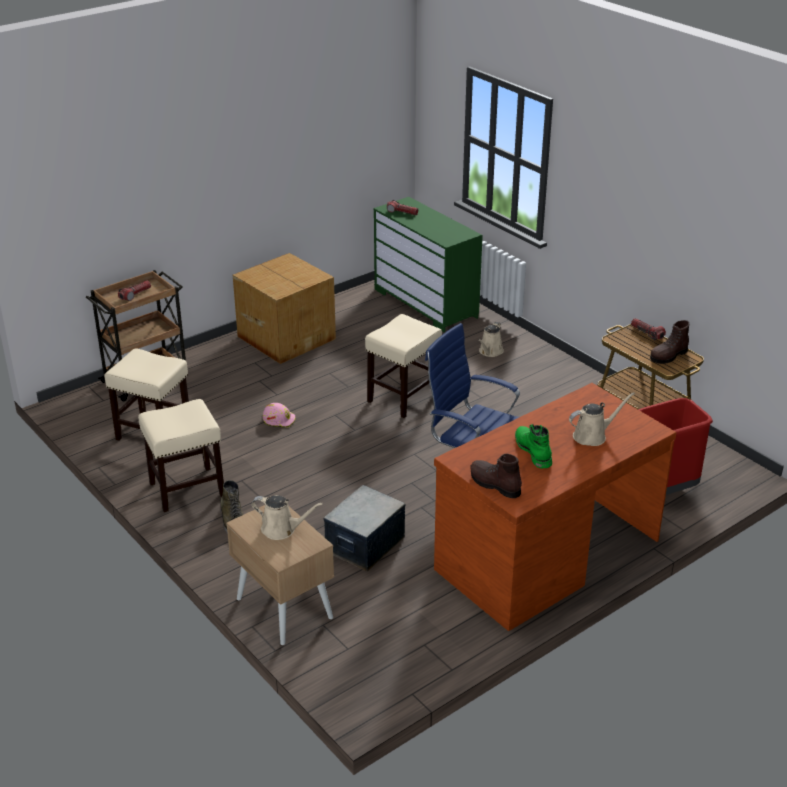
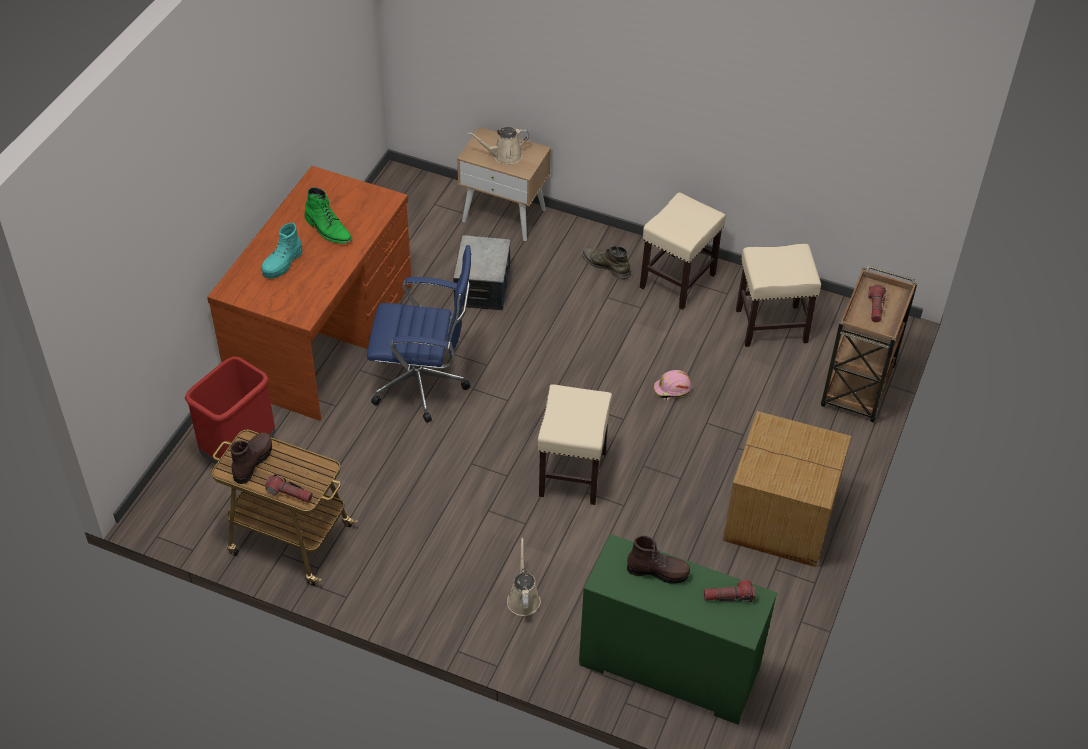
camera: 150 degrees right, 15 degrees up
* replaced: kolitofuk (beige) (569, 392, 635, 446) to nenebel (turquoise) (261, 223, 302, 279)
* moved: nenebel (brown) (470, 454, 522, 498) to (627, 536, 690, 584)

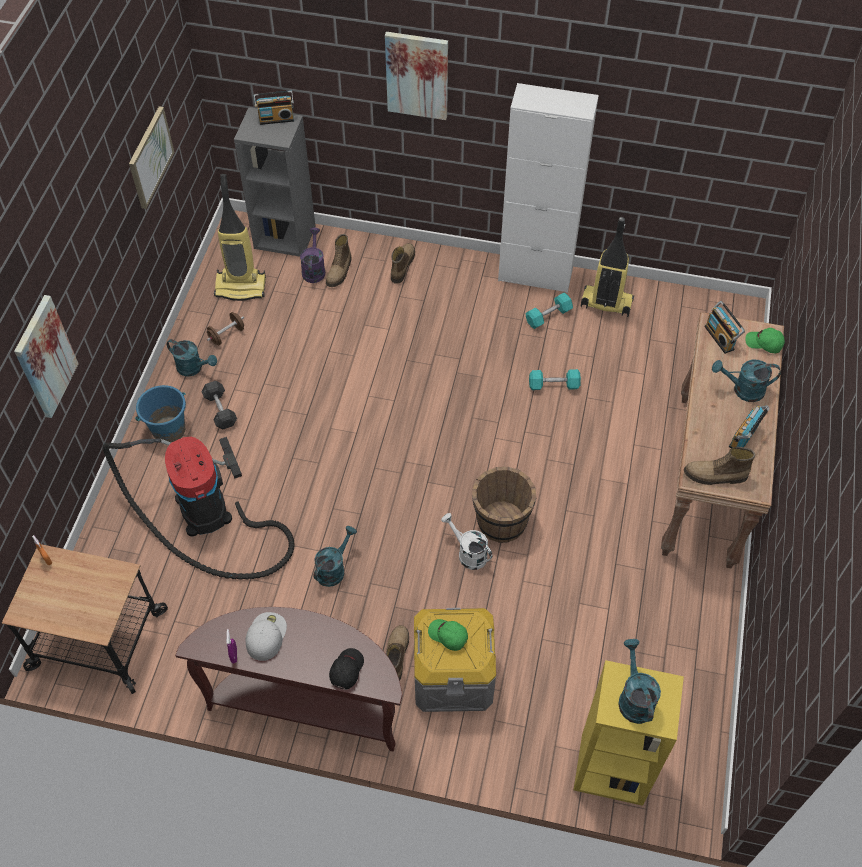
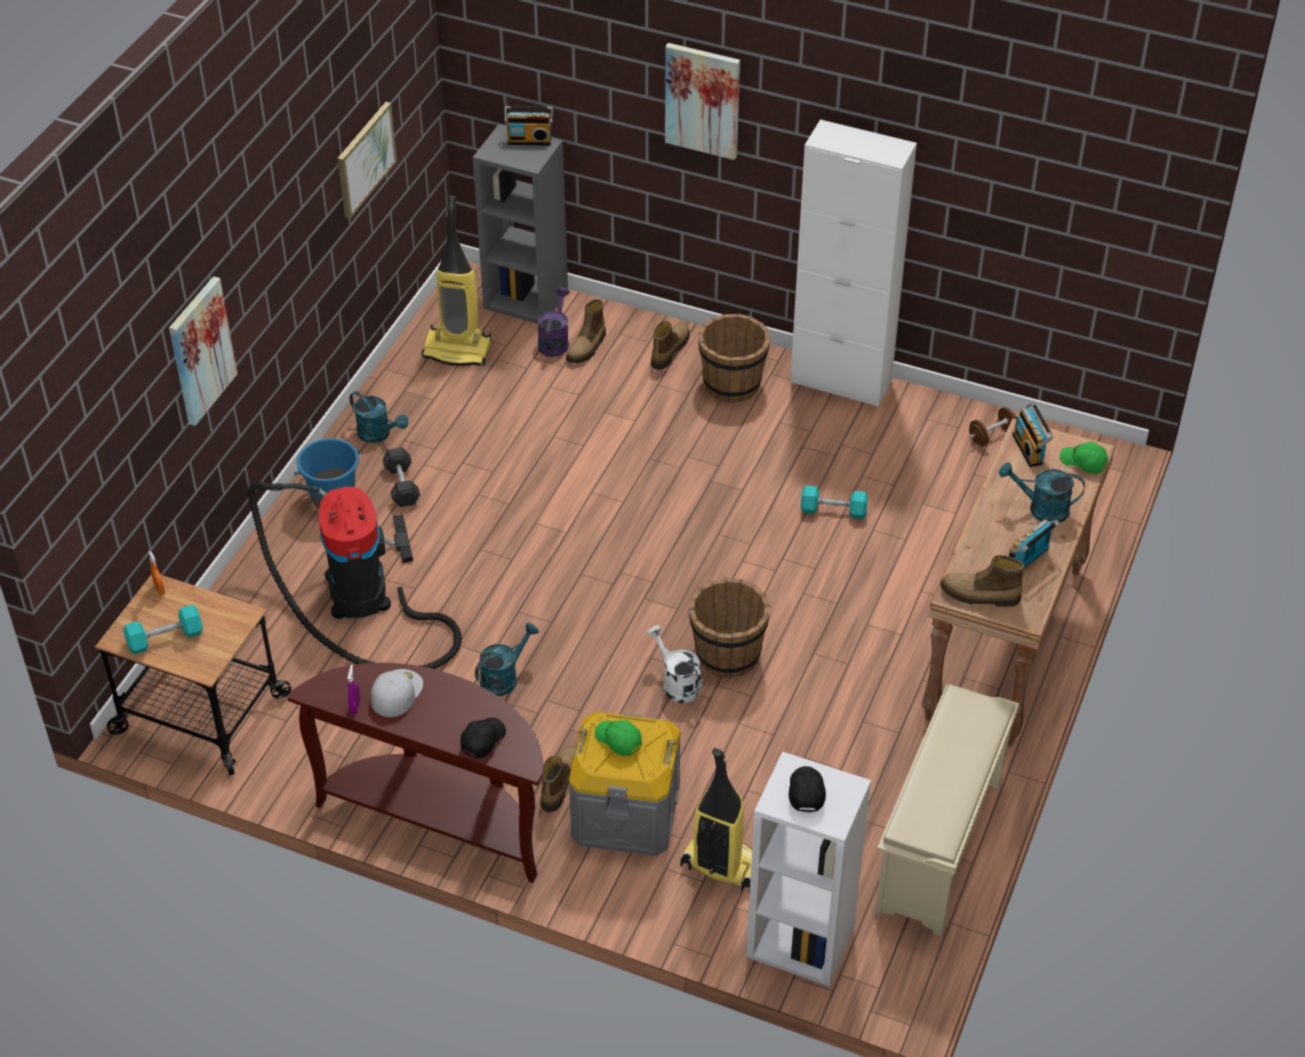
camera: 10 degrees right, 10 degrees down
* moved: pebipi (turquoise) (526, 292, 573, 329) to (123, 605, 203, 655)
* moved: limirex (581, 217, 634, 317) to (681, 748, 752, 894)
* added: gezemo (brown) (698, 314, 771, 402)
* recoloured: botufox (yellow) (574, 660, 684, 806) to botufox (white) (746, 752, 871, 986)
* replaced: kolitofuk (turquoise) (618, 639, 661, 724) to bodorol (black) (789, 766, 826, 813)
* added: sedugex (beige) (874, 684, 1019, 936)
* moved: pebipi (brown) (207, 312, 244, 345) to (969, 407, 1017, 446)

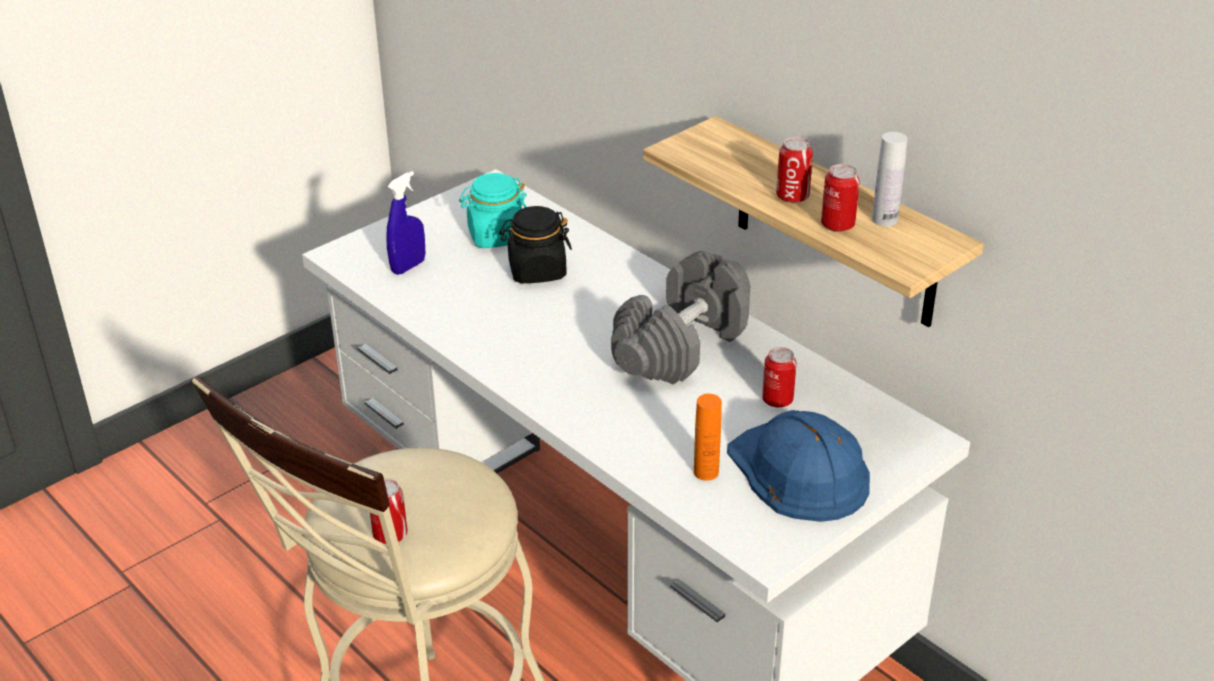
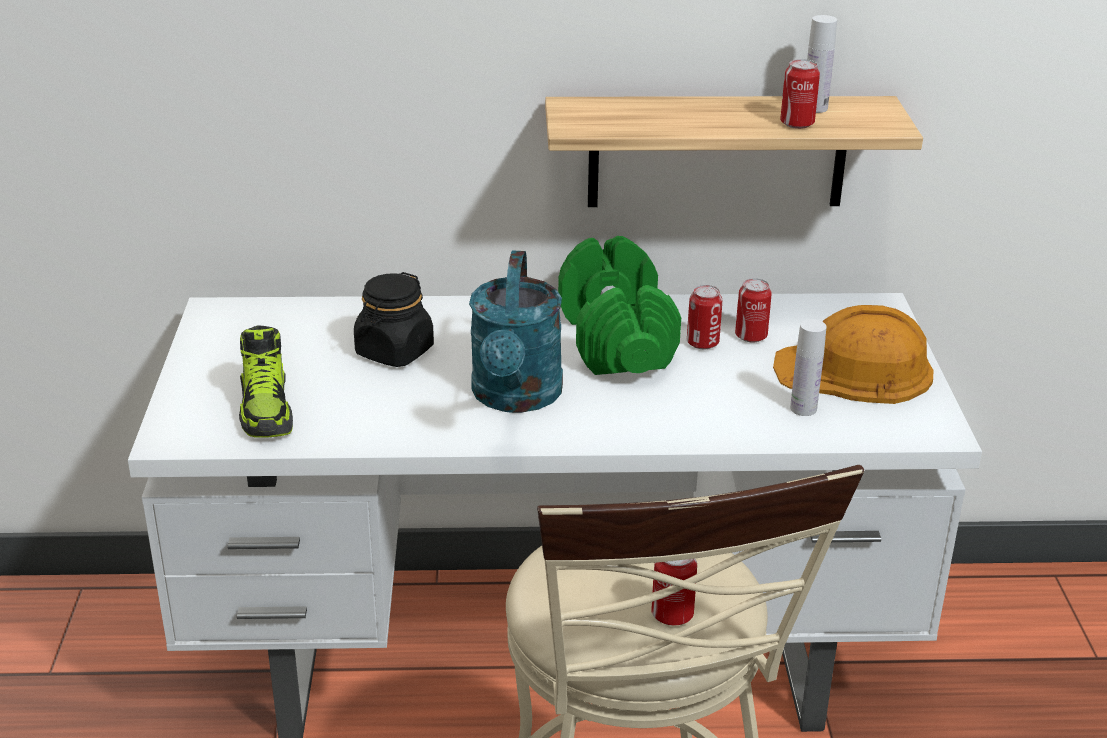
camera: 50 degrees left, 5 degrees down
* replaced: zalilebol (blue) (386, 171, 425, 275) to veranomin (239, 326, 293, 438)
* added: kolitofuk (turquoise) (469, 251, 563, 413)
* recoloured: pebipi (grey) (611, 251, 750, 385) to pebipi (green) (558, 236, 681, 375)
* moved: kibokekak (776, 137, 813, 203) to (687, 285, 722, 349)
* recoloured: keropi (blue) (727, 410, 870, 522) to keropi (orange) (773, 305, 933, 404)
* recoloured: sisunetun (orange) (694, 394, 722, 481) to sisunetun (white) (790, 319, 827, 416)
* removed: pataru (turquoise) (459, 173, 527, 248)

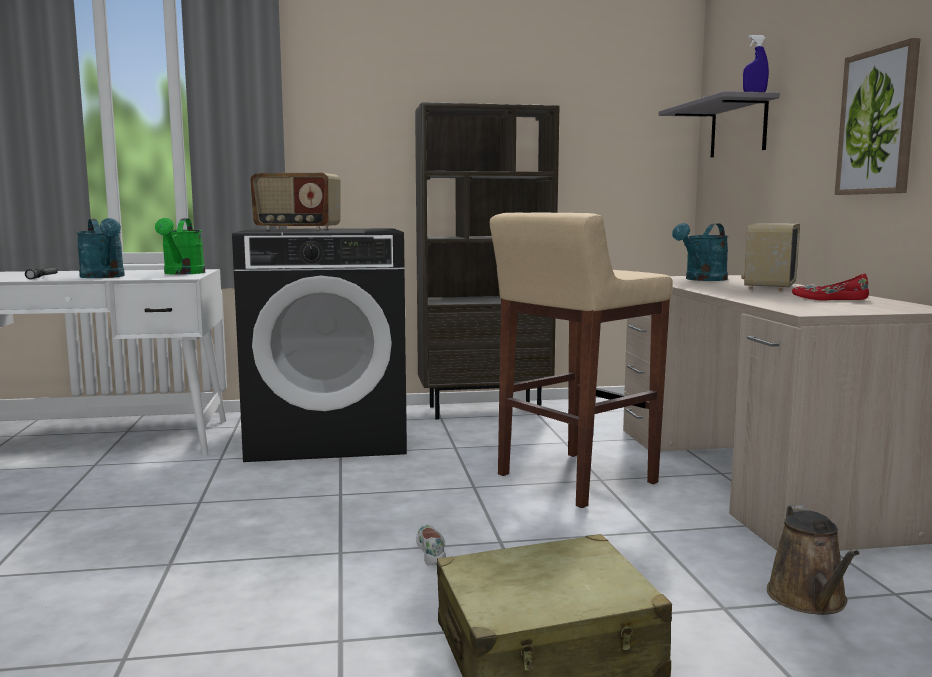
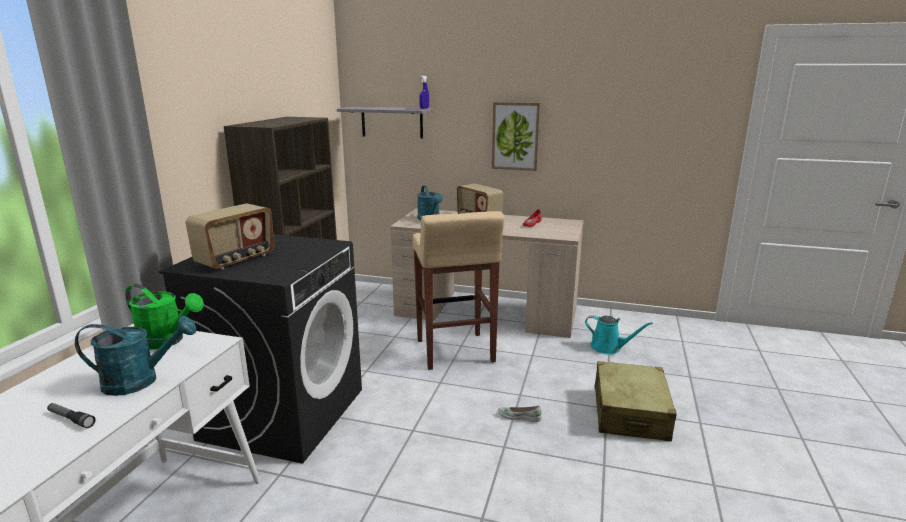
camera: 65 degrees left, 10 degrees up
* recoloured: kolitofuk (brown) (767, 505, 860, 615) to kolitofuk (turquoise) (585, 315, 653, 354)

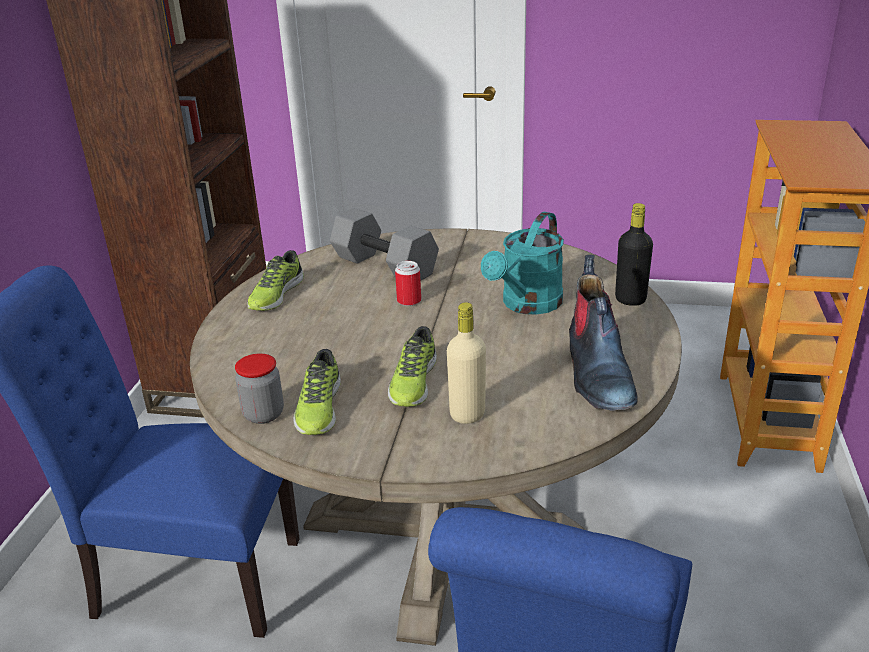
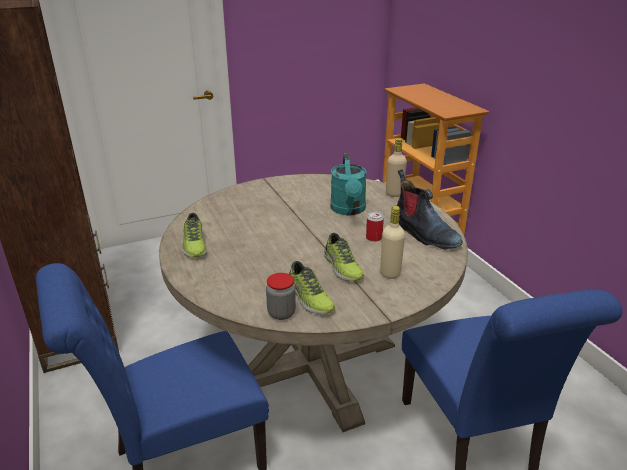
camera: 35 degrees left, 0 degrees up
* moved: kibokekak (395, 261, 421, 306) to (366, 211, 384, 242)
* recoloured: sisunetun (black) (615, 203, 653, 306) to sisunetun (beige) (386, 138, 407, 197)
* removed: pebipi (grey) (330, 208, 439, 281)

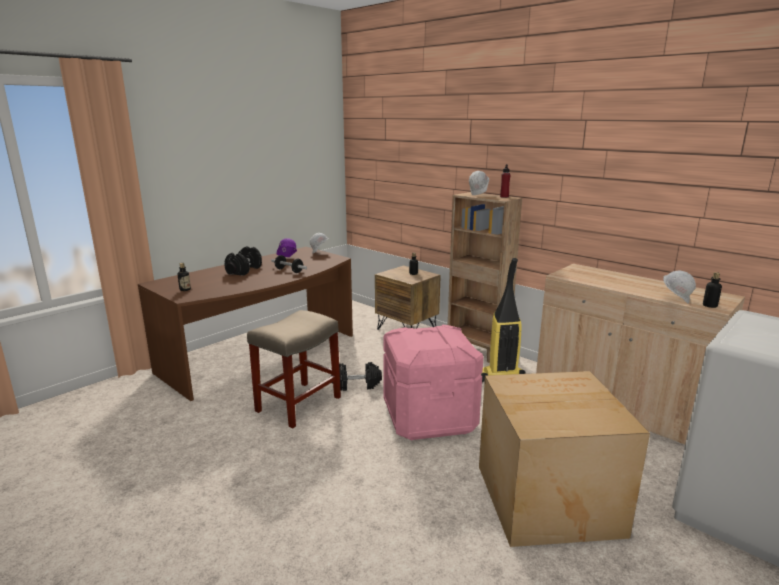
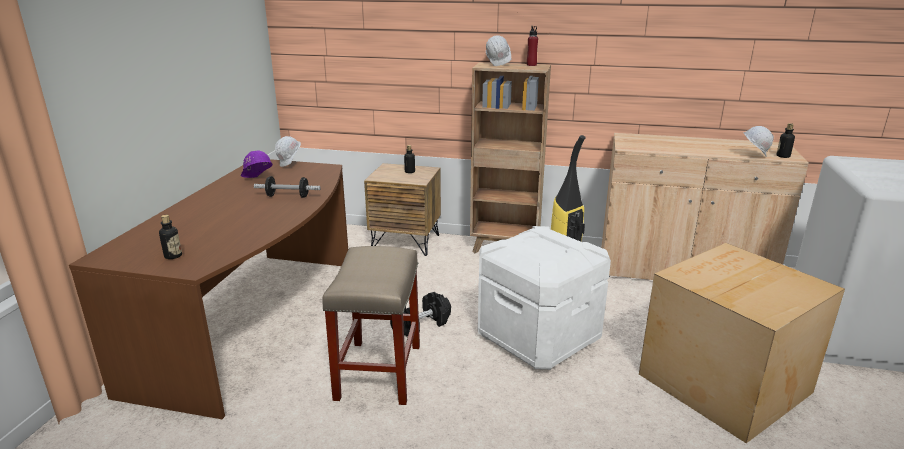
camera: 30 degrees left, 5 degrees up
* recoloured: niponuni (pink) (383, 325, 483, 440) to niponuni (white) (478, 226, 611, 370)
* removed: pebipi (black) (224, 246, 262, 276)

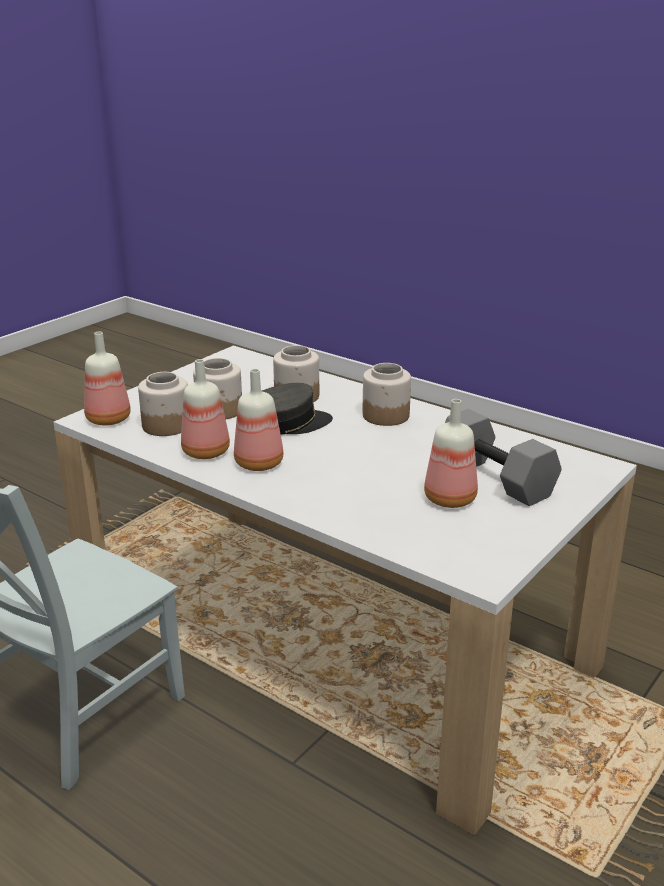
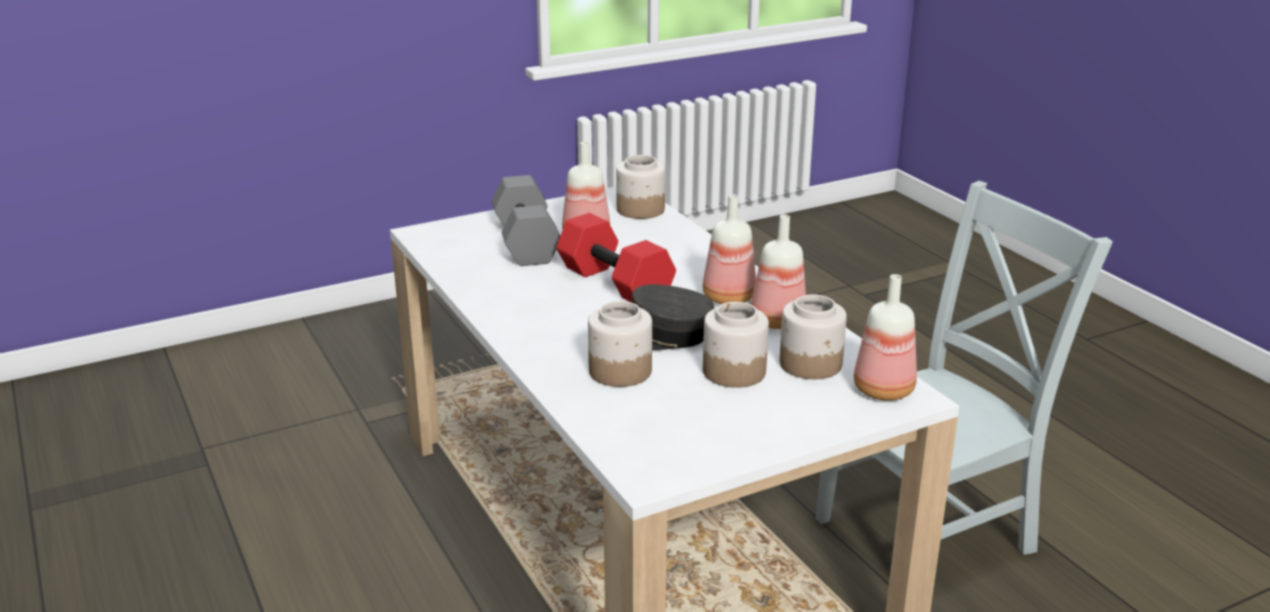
camera: 155 degrees left, 0 degrees up
* added: pebipi (red) (556, 213, 676, 303)
* moved: pataru (363, 363, 411, 426) to (616, 155, 665, 219)

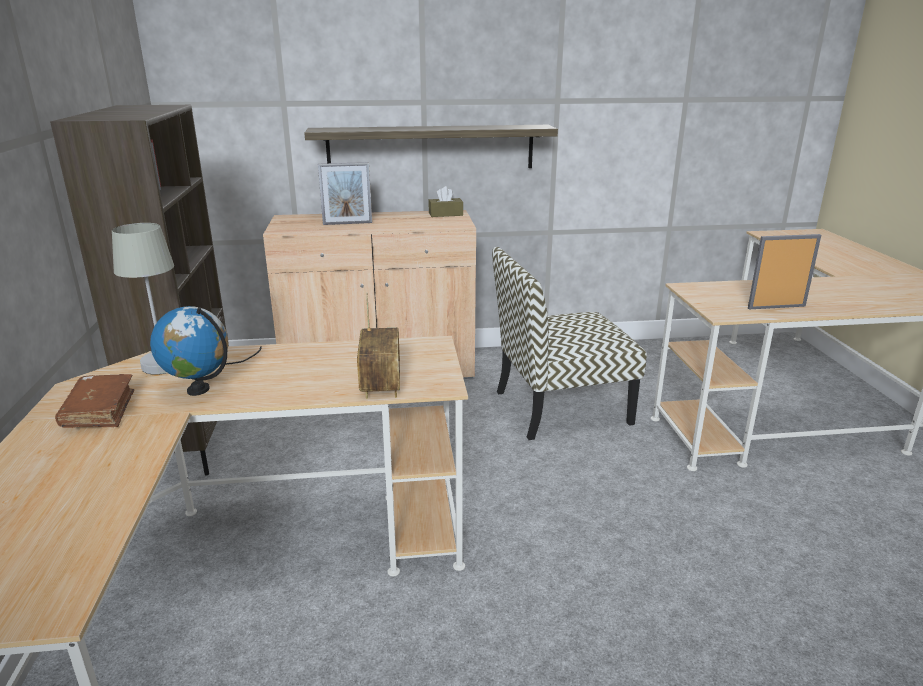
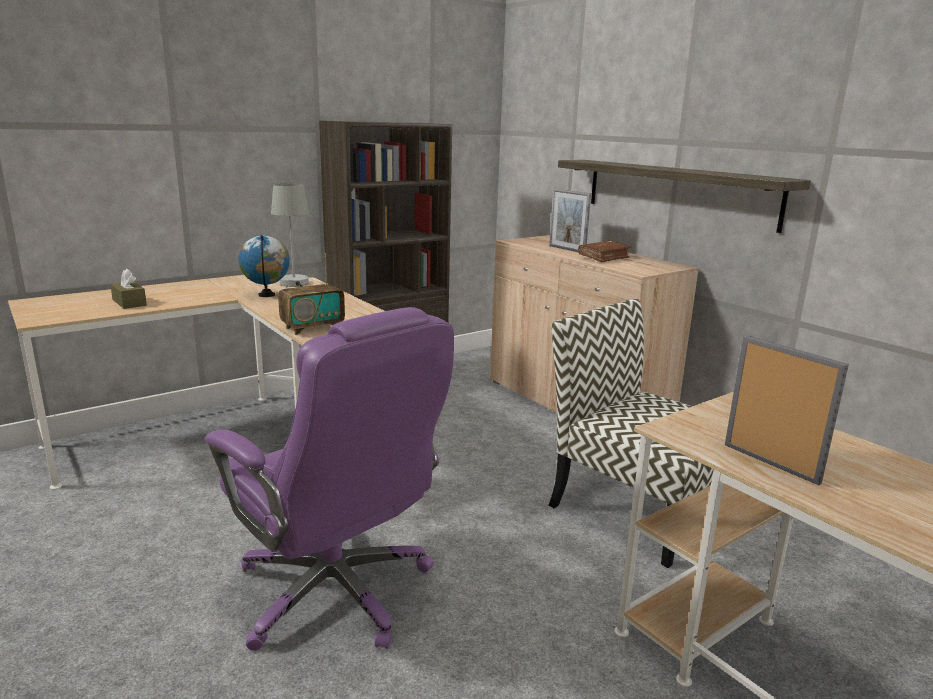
camera: 60 degrees right, 5 degrees down
* moved: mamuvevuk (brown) (428, 186, 463, 217) to (110, 269, 147, 309)
* added: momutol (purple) (205, 307, 454, 651)
* moved: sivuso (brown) (55, 374, 134, 428) to (578, 241, 631, 262)

